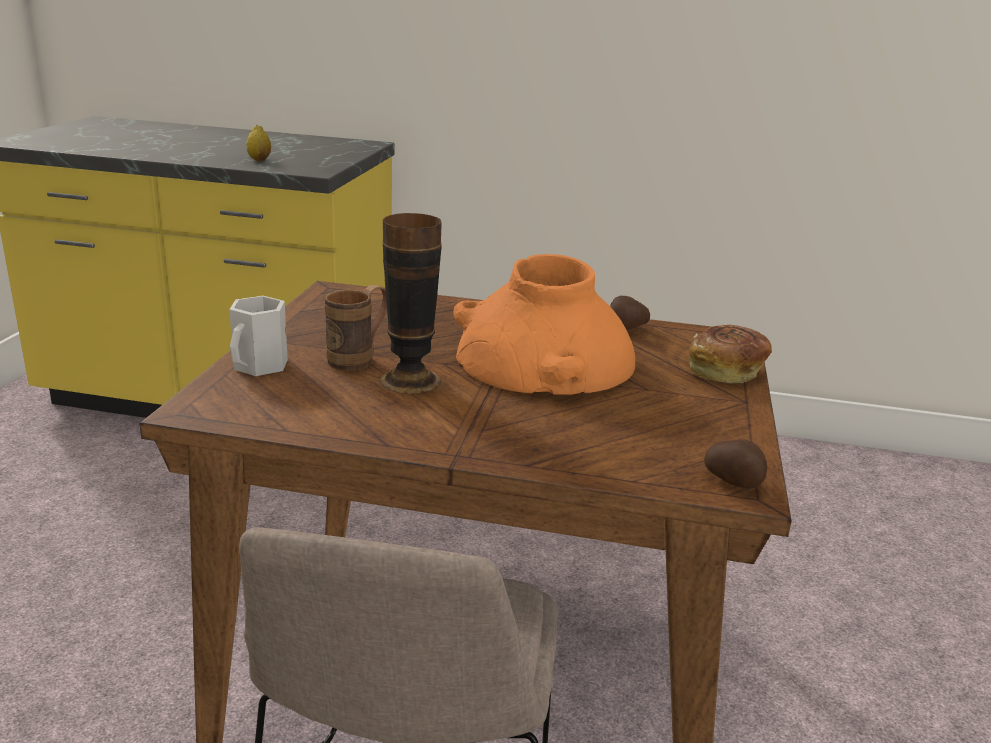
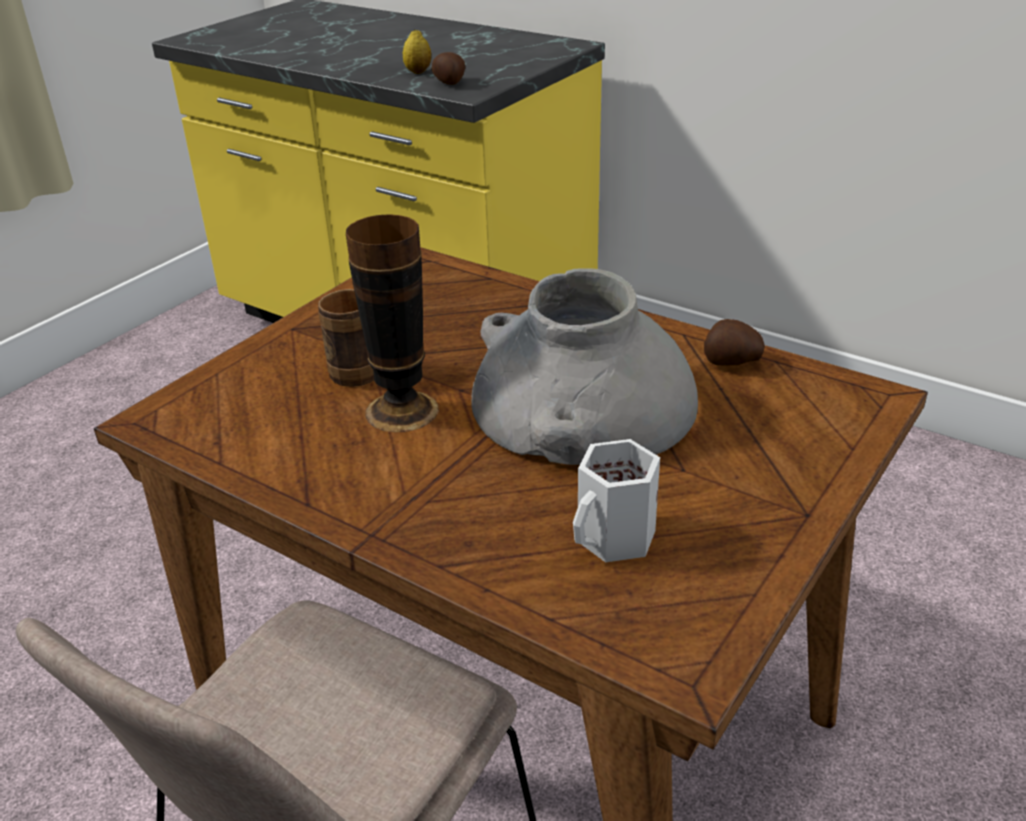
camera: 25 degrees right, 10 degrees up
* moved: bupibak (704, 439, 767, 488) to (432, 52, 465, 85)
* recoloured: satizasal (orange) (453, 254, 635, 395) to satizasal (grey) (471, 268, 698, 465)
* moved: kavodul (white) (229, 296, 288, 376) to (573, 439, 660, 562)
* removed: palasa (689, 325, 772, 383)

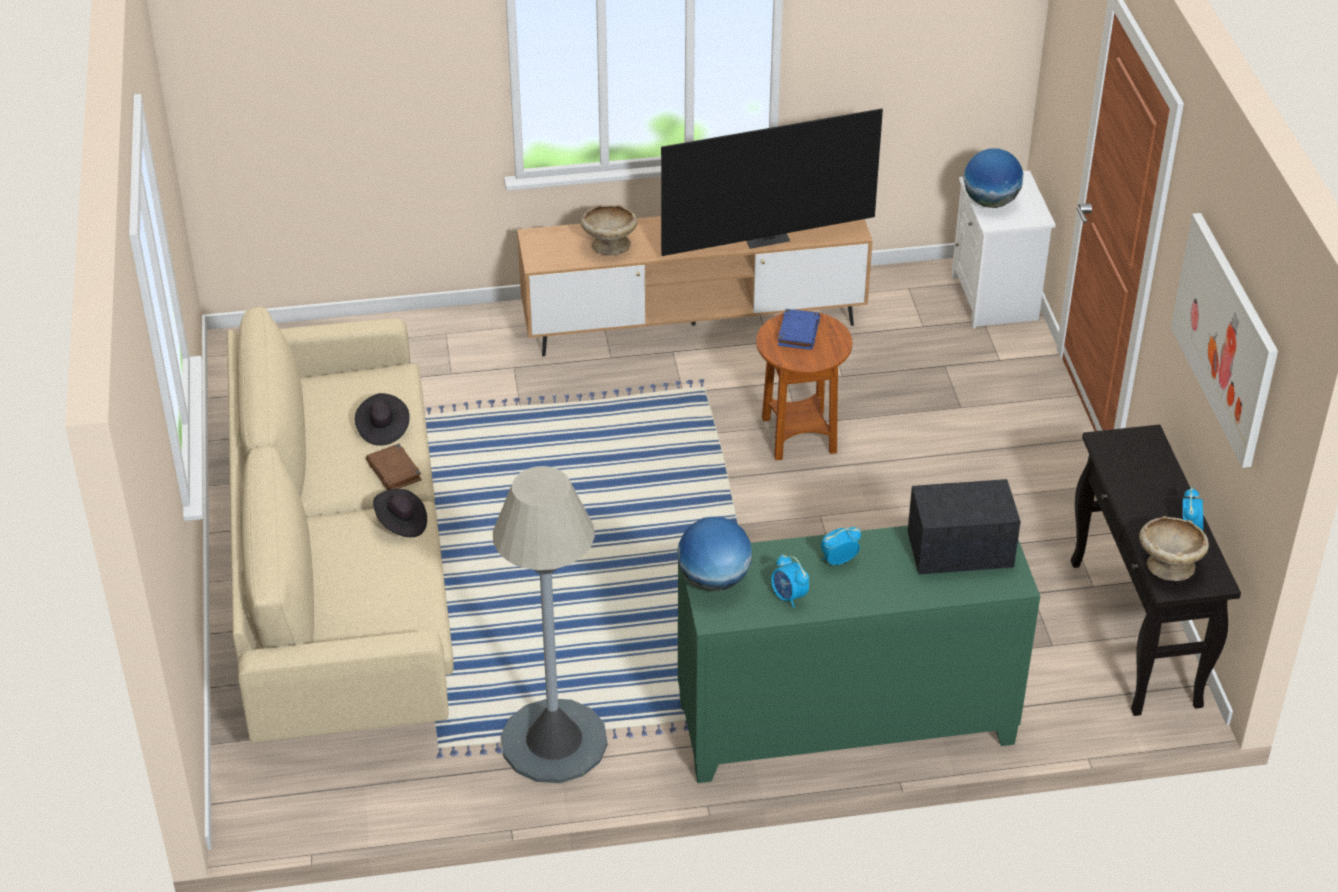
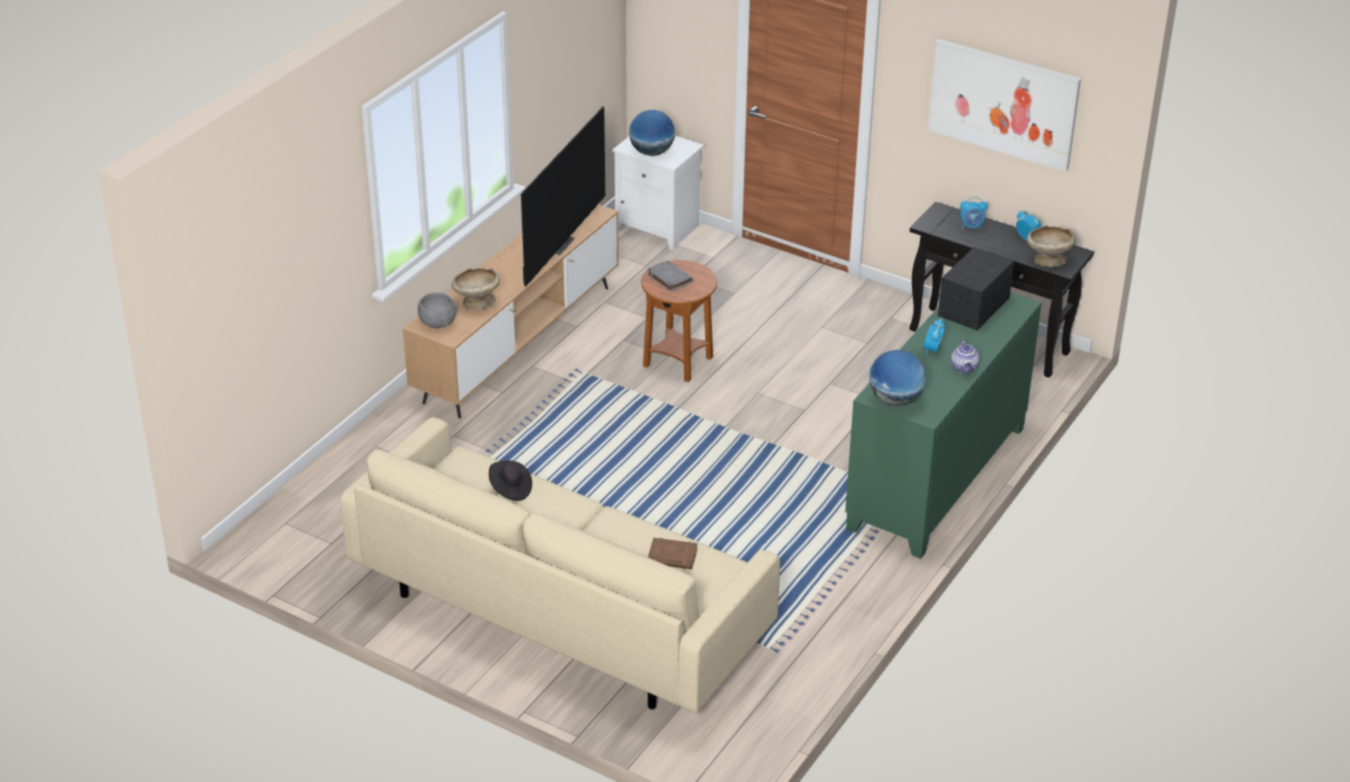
camera: 50 degrees left, 5 degrees down
* added: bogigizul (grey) (418, 293, 457, 328)
* recoloured: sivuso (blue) (778, 309, 820, 350) to sivuso (grey) (647, 260, 693, 292)
* moved: sivuso (brown) (366, 444, 422, 490) to (648, 538, 698, 569)
* added: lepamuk (951, 339, 979, 373)
* moved: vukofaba (771, 554, 809, 608) to (960, 197, 988, 229)
* removed: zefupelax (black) (373, 489, 427, 537)
* removed: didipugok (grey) (493, 466, 608, 783)

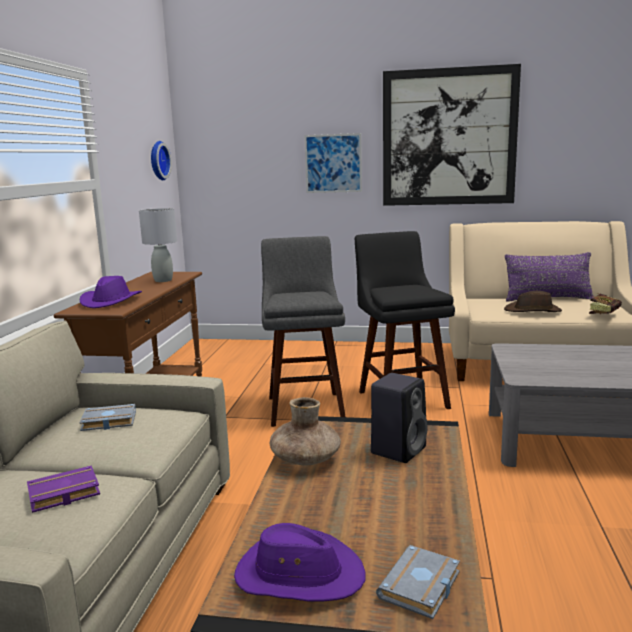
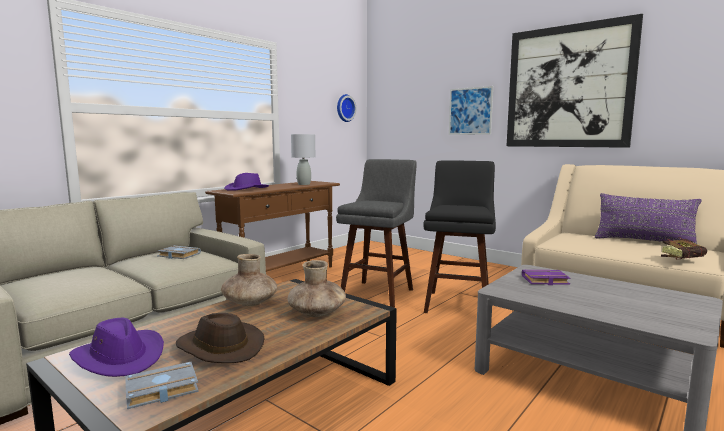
camera: 30 degrees right, 5 degrees down
* moved: zefupelax (brown) (504, 291, 562, 312) to (176, 313, 265, 363)
* replaced: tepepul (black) (371, 373, 428, 463) to satizasal (brown) (287, 260, 346, 317)
* moved: sivuso (purple) (27, 465, 100, 513) to (522, 270, 571, 285)

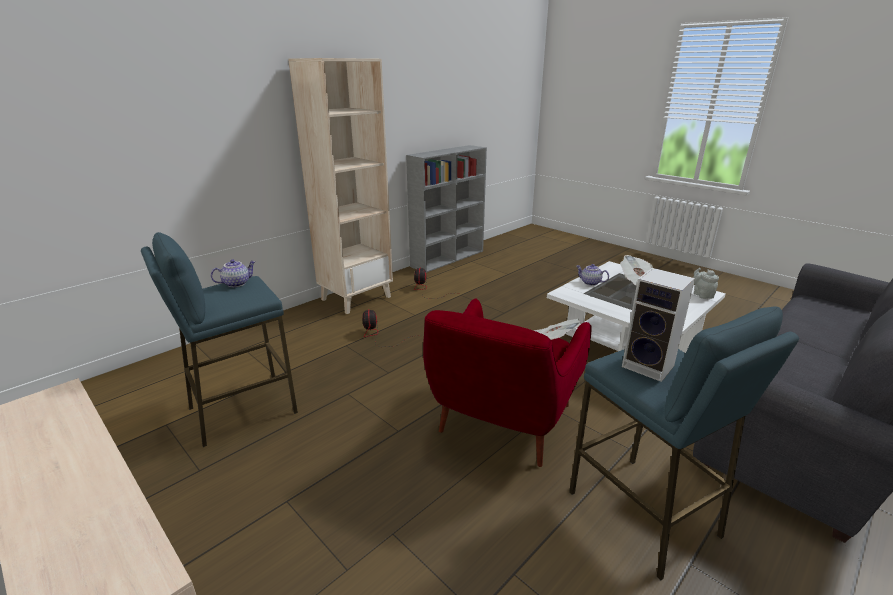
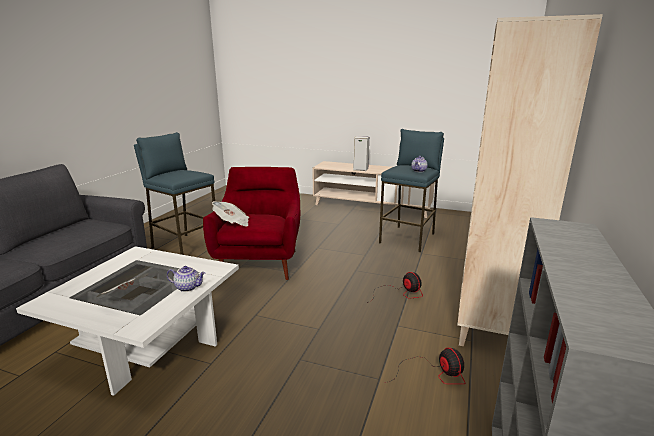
camera: 155 degrees right, 5 degrees down
* moved: tepepul (622, 268, 695, 382) to (353, 136, 369, 171)
* removed: lepamuk (grey) (693, 268, 719, 299)

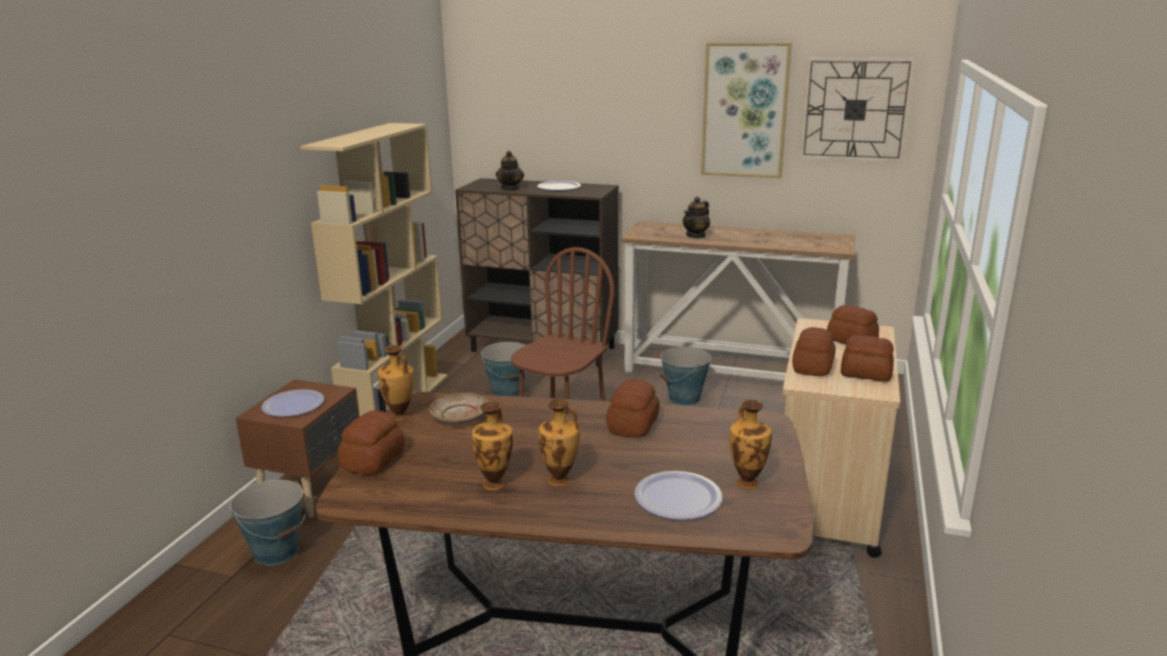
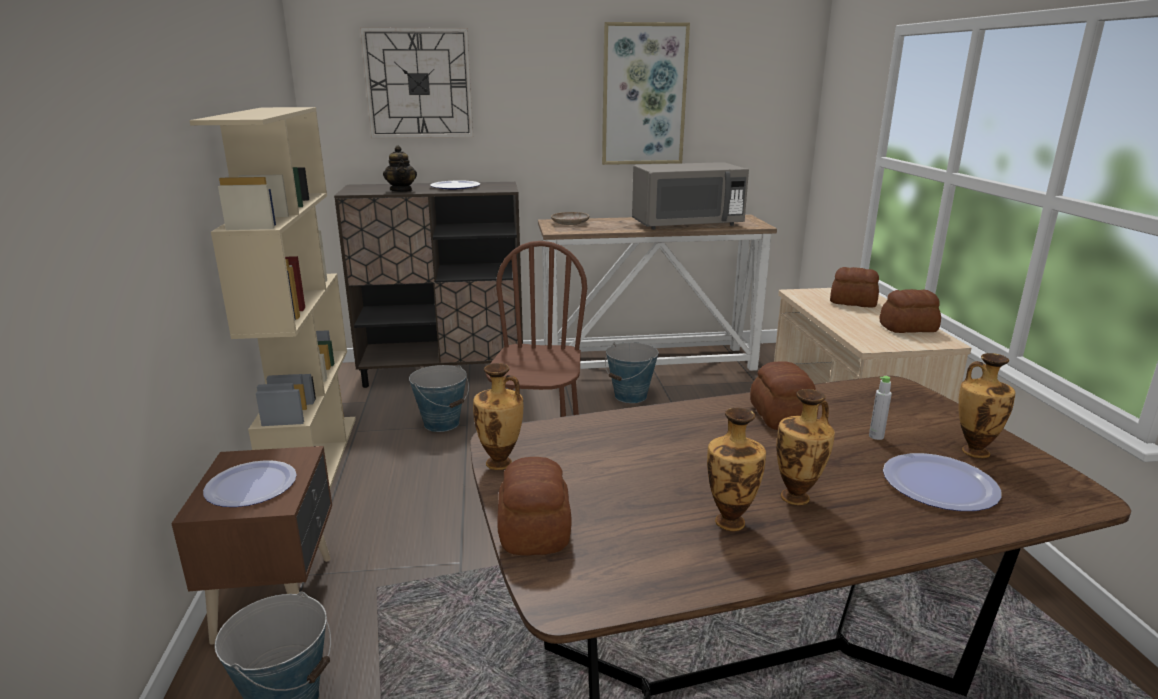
camera: 25 degrees left, 0 degrees up
* moved: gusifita (800, 57, 916, 163) to (360, 27, 473, 138)
* moved: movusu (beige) (429, 393, 489, 424) to (551, 212, 589, 225)
* added: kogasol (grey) (632, 162, 749, 230)
* added: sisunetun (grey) (869, 376, 892, 440)
* removed: lepamuk (683, 197, 710, 238)
* removed: palasa (792, 327, 836, 376)

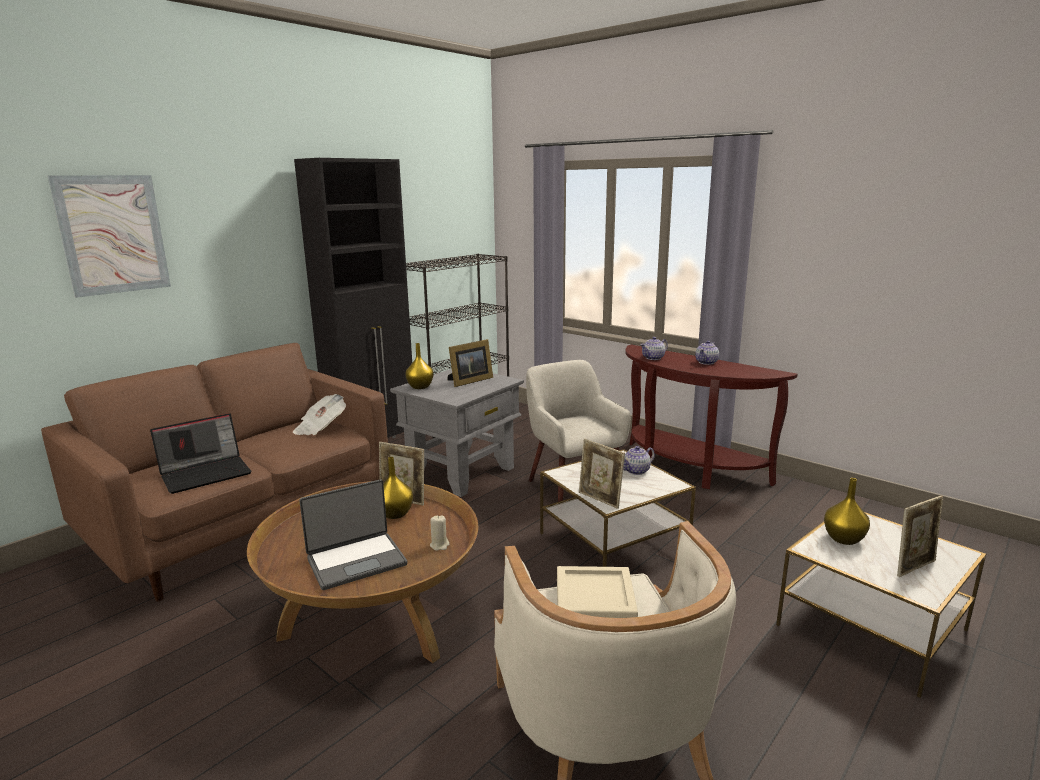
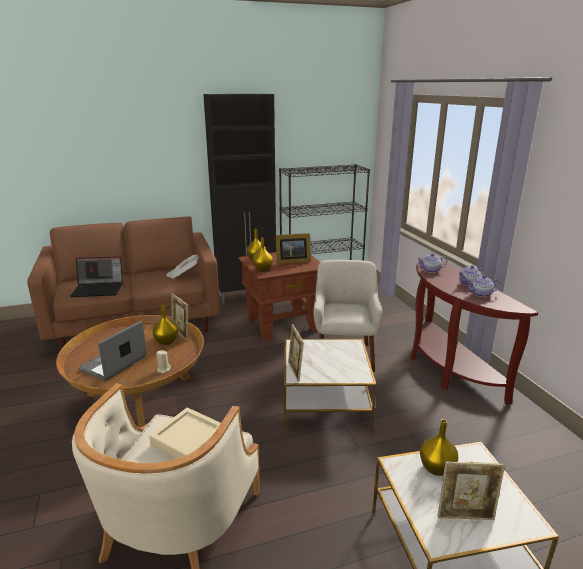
camera: 30 degrees right, 5 degrees up
* turned: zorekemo (299, 479, 407, 590) = (78, 321, 147, 381) 120 degrees clockwise
* recoloured: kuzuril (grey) (390, 369, 524, 497) to kuzuril (brown) (238, 252, 320, 341)
* added: satizasal (yellow) (252, 237, 273, 271)
* moved: lepamuk (623, 446, 655, 475) to (466, 275, 500, 297)
* removed: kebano (47, 175, 171, 298)

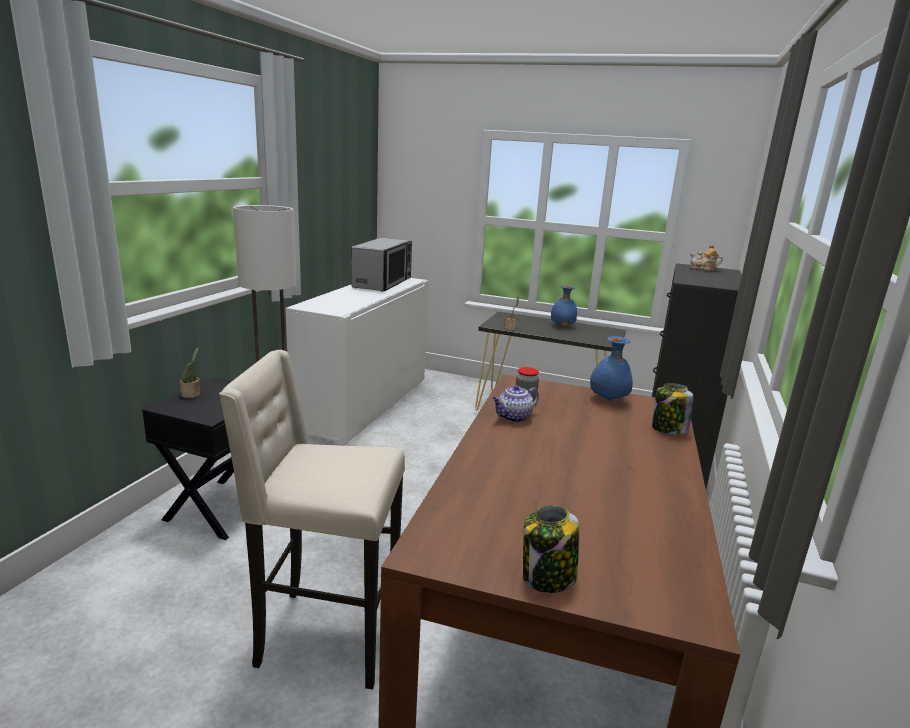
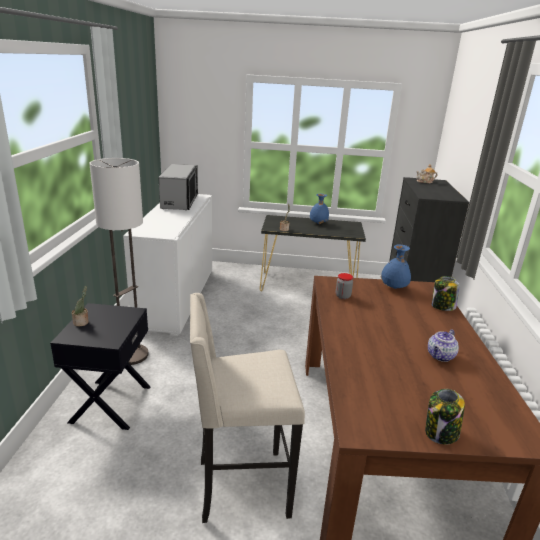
camera: 15 degrees left, 5 degrees up
* moved: lepamuk (492, 385, 539, 423) to (428, 330, 459, 362)

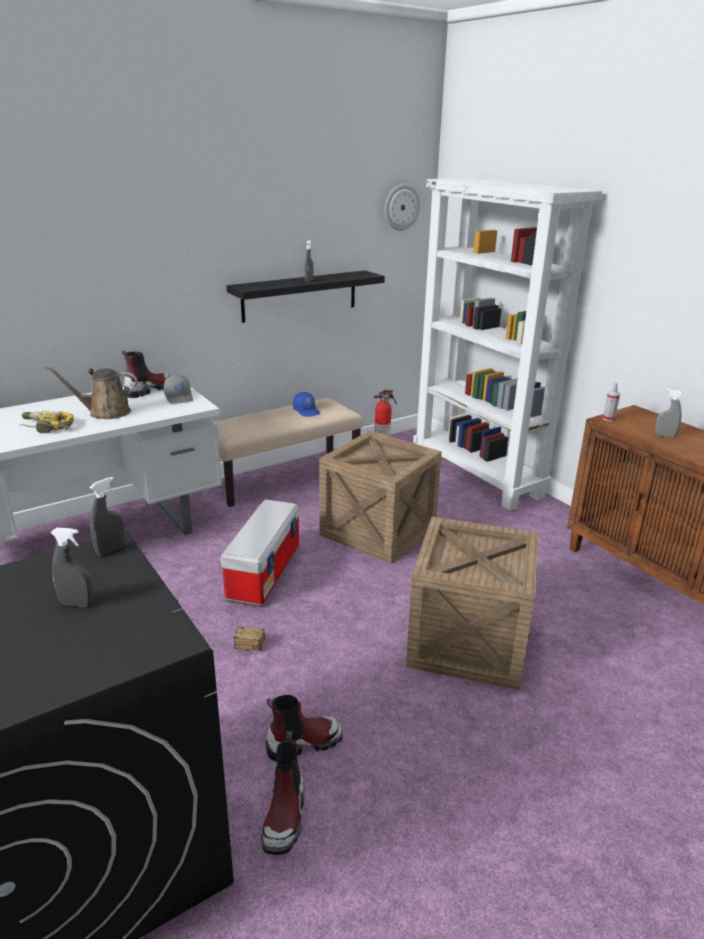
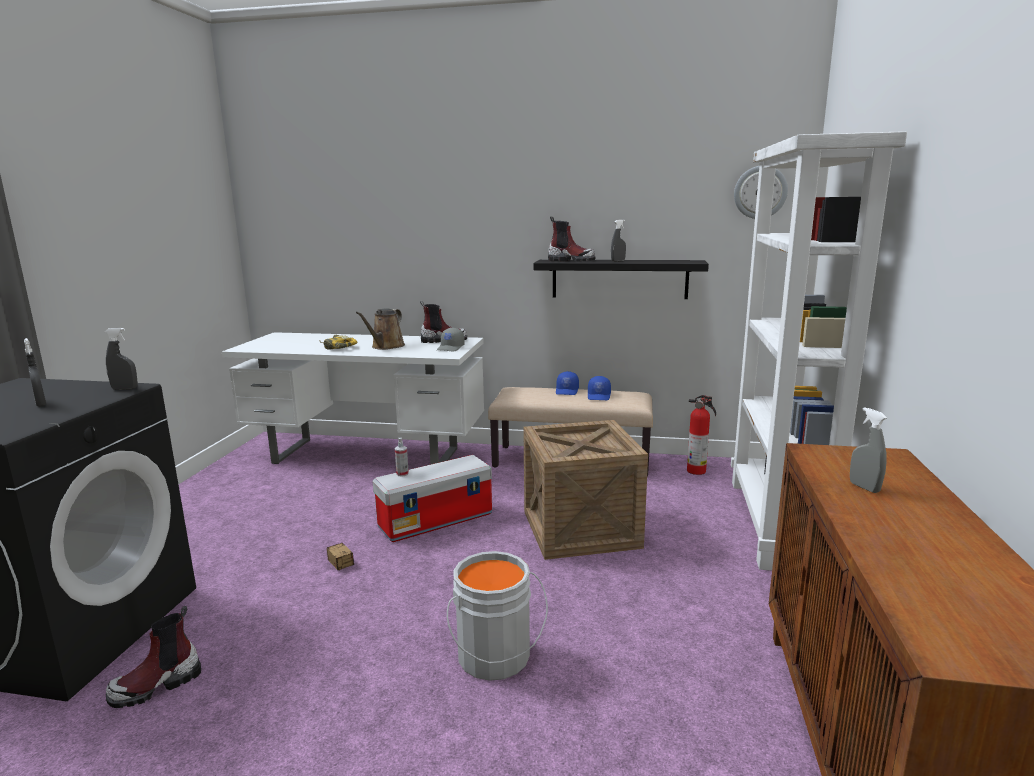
camera: 45 degrees right, 10 degrees down
* turned: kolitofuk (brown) (44, 366, 137, 419) = (356, 309, 405, 350) 105 degrees counterclockwise
* moved: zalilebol (603, 383, 620, 421) to (395, 438, 409, 477)
* replaced: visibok (406, 517, 539, 690) to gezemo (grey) (447, 551, 548, 681)
* moved: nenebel (266, 695, 343, 761) to (548, 217, 595, 261)
* added: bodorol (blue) (556, 371, 579, 395)

